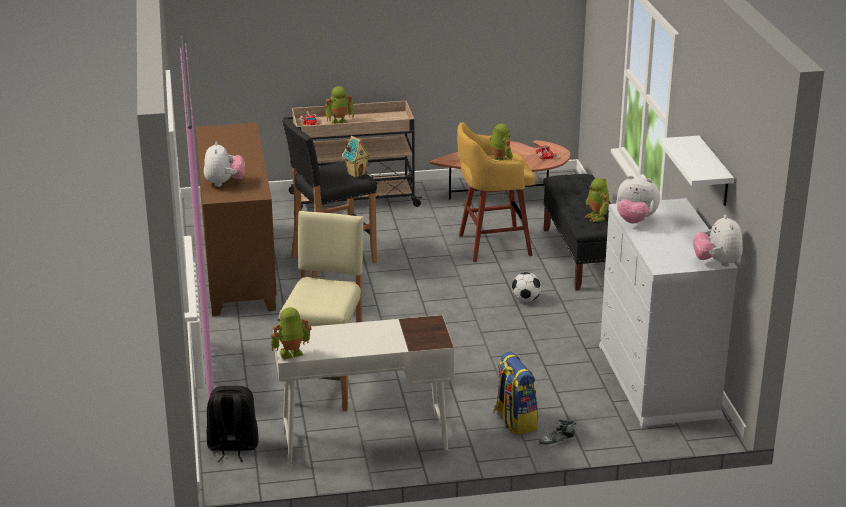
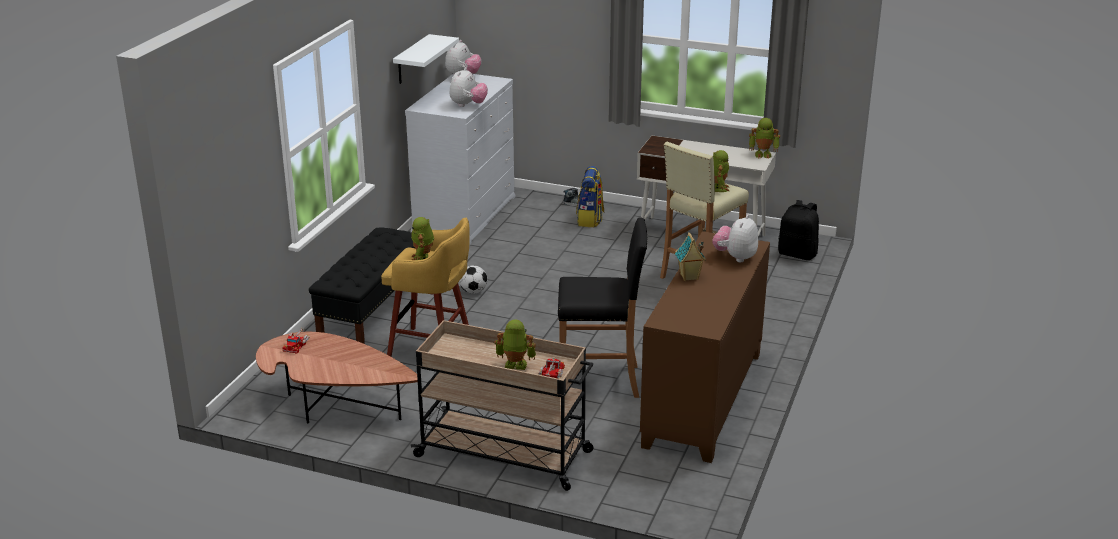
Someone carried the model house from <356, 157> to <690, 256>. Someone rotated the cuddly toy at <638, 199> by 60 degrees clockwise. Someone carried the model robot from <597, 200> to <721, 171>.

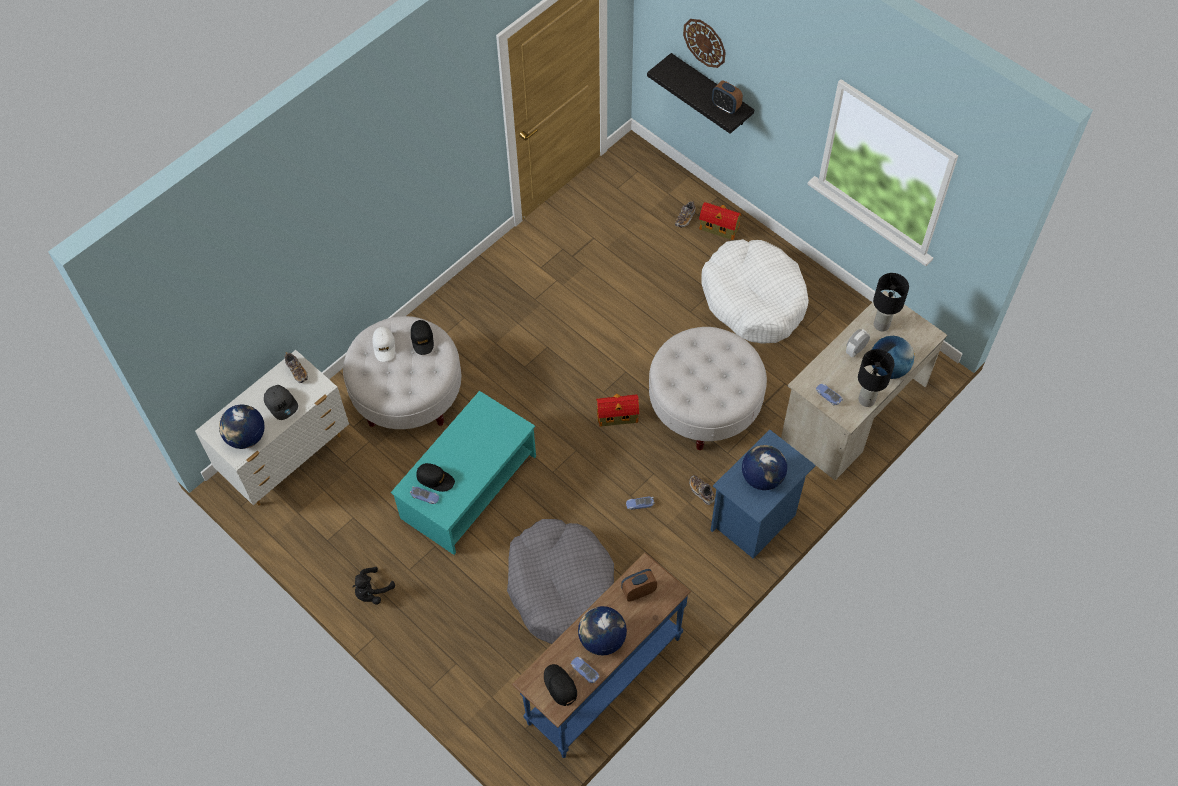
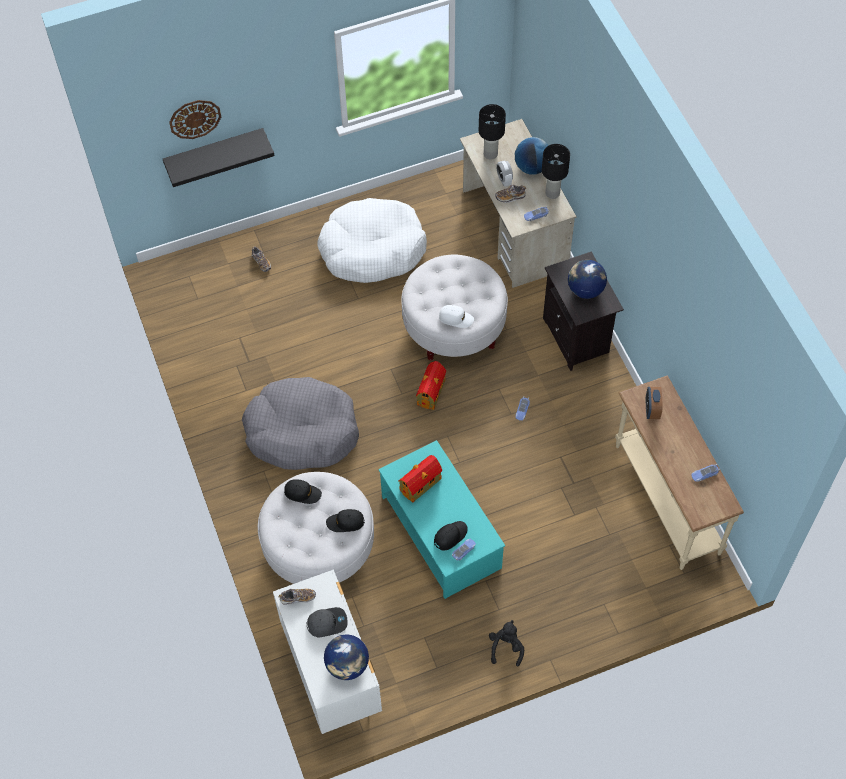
Someone took away the alarm clock at <727, 97>. Someone carried the model house from <720, 221> to <420, 479>. Someone carried the whitish cap from <383, 344> to <456, 316>. Someone repainted the blue-coloured nightstand at <763, 494>, which became the black nightstand at <583, 311>. Someone carried the item of footwear from <702, 490> to <510, 193>. Someone carried the grey dog cushion from <560, 581> to <300, 423>. Someone repainted the blue-coloured console table at <601, 655>, which became the beige console table at <679, 473>. Someone rotated the black cuddly toy at <373, 586> by 150 degrees counterclockwise. Someone took away the globe at <602, 631>. Someone carried the black cap from <560, 685> to <345, 520>.

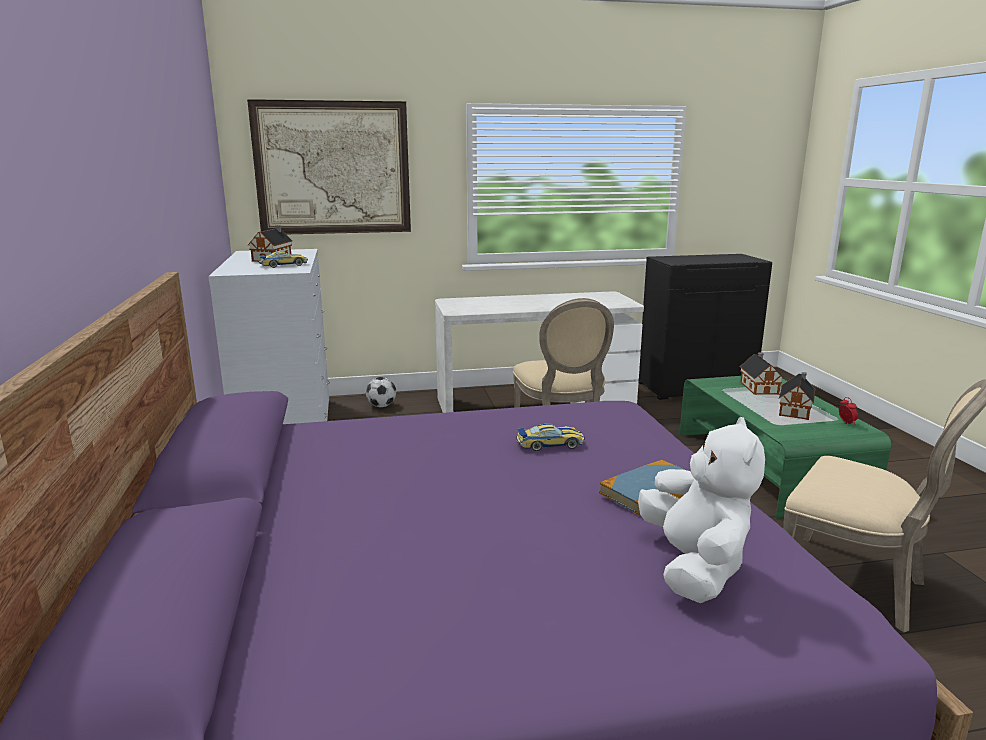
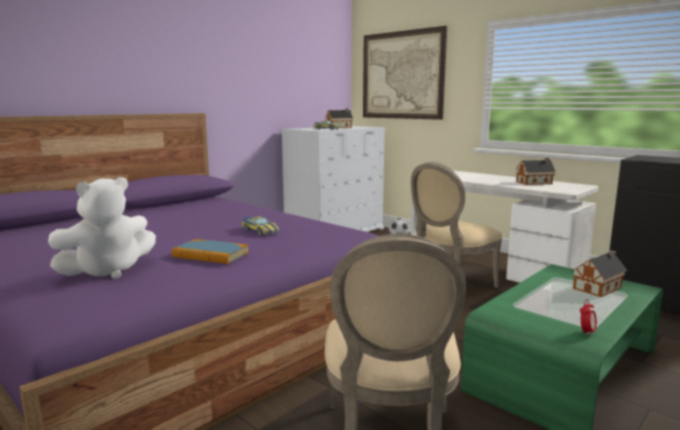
Someone carried the model house from <797, 396> to <536, 171>.

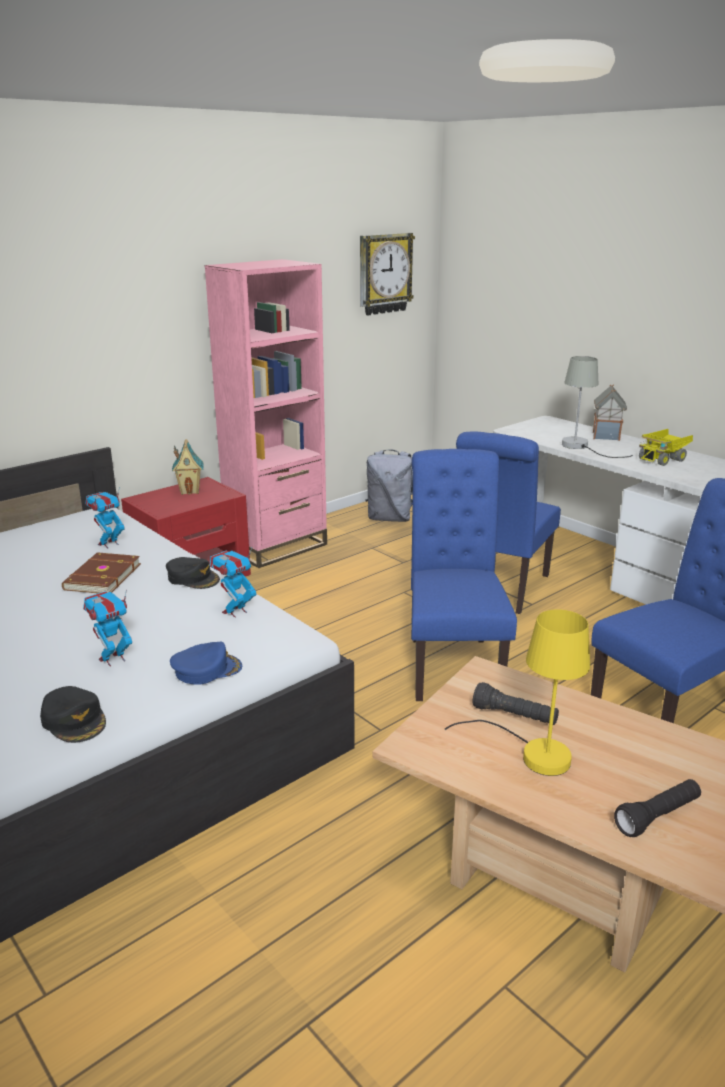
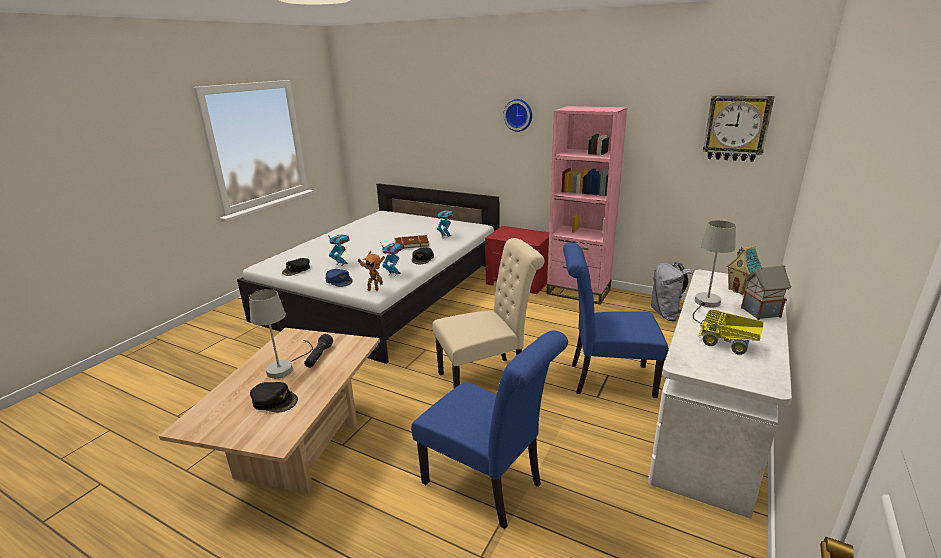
Someone carried the model house from <188, 467> to <744, 270>. Someone repainted the blue-coloured chair at <464, 575>, which became the beige chair at <488, 313>. Someone repainted the yellow table lamp at <517, 692>, which became the grey table lamp at <281, 333>. Someone took away the black torch at <657, 808>. Someone put up the wall clock at <517, 115>. Someone put down the model robot at <371, 271>. Someone put down the black cap at <274, 397>.

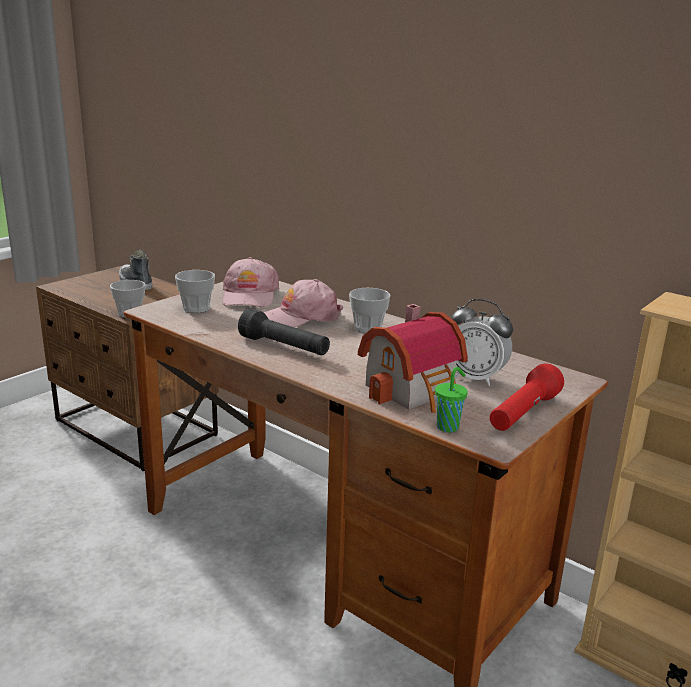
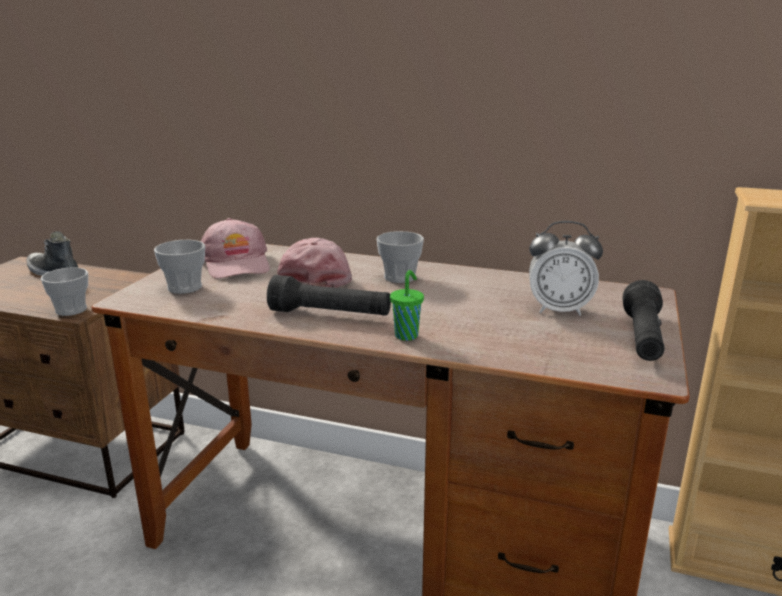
Someone rotated the pink cap at <303, 303> by 135 degrees clockwise. Someone took away the model house at <413, 358>. Someone repainted the red-coloured torch at <527, 397>, which became the black torch at <644, 320>. Someone carried the green-coloured small cup from <451, 399> to <407, 305>.

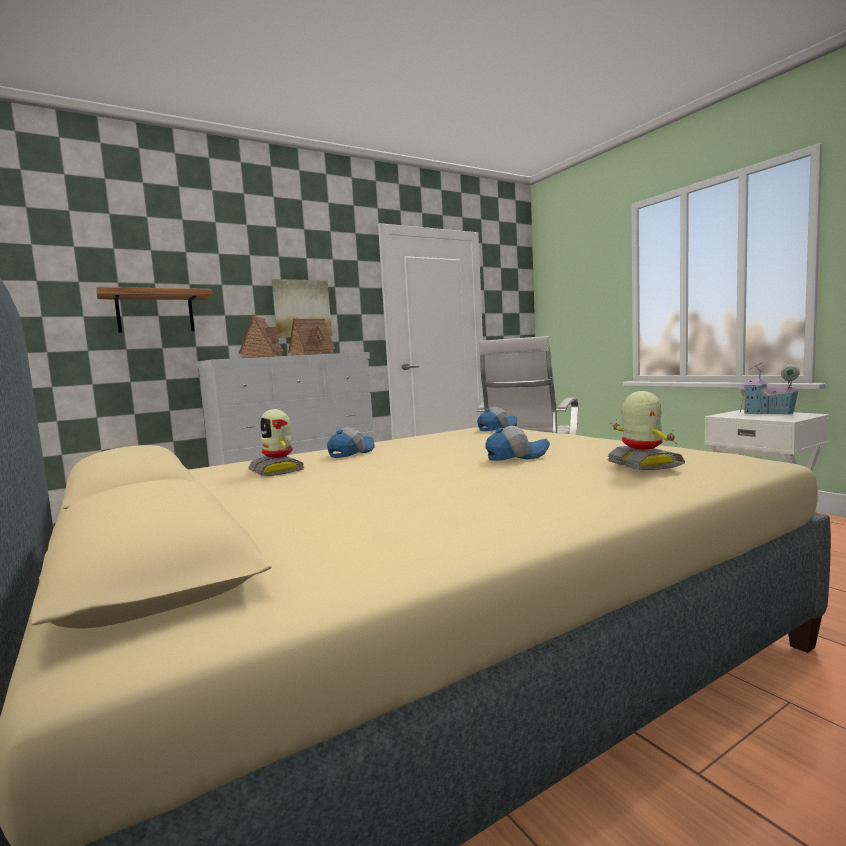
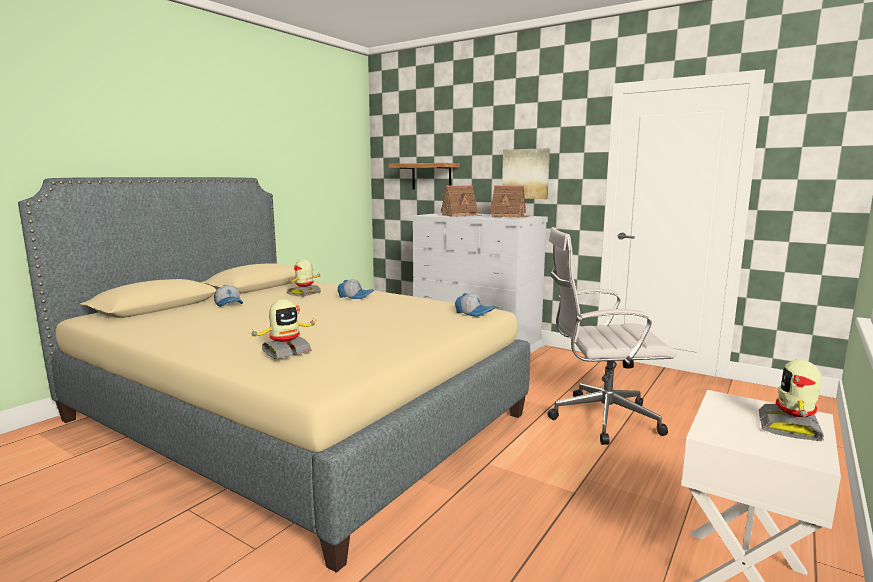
Someone swapped the model house at <770, 388> for the model robot at <791, 400>. Someone carried the cap from <517, 443> to <228, 296>.

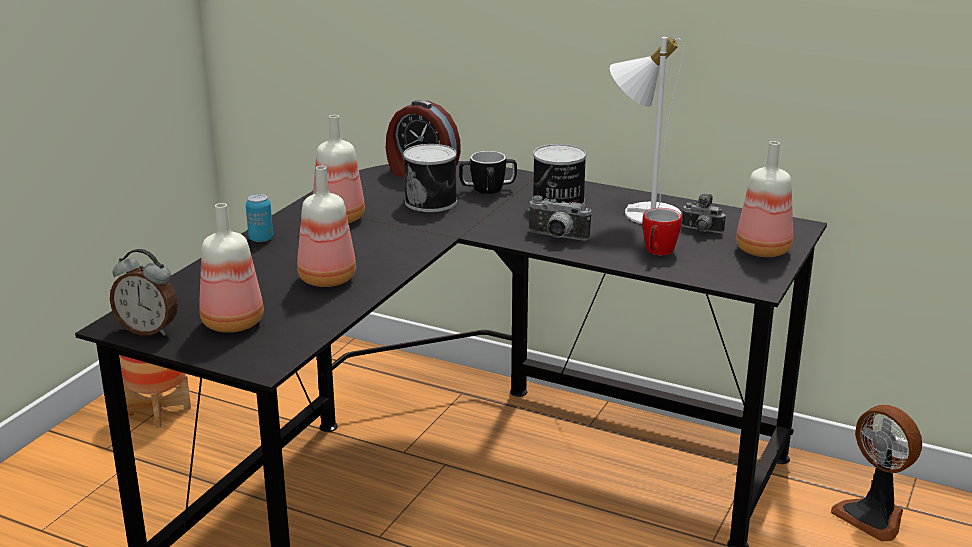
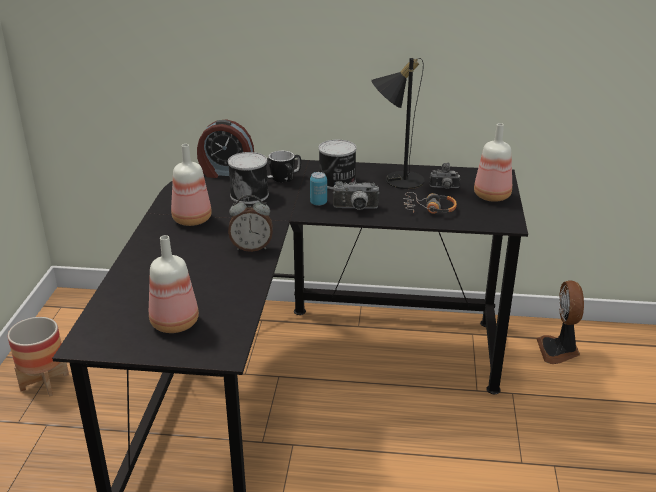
Someone repainted the whitish table lamp at <647, 130>, which became the black table lamp at <397, 123>. Someone took away the beverage bottle at <326, 226>. Someone carried the can from <259, 218> to <318, 189>. Someone swapped the tea mug at <662, 231> for the pair of headphones at <430, 203>. Someone carried the alarm clock from <144, 292> to <250, 223>. Someone rotated the cooling fan at <876, 473> by 60 degrees clockwise.

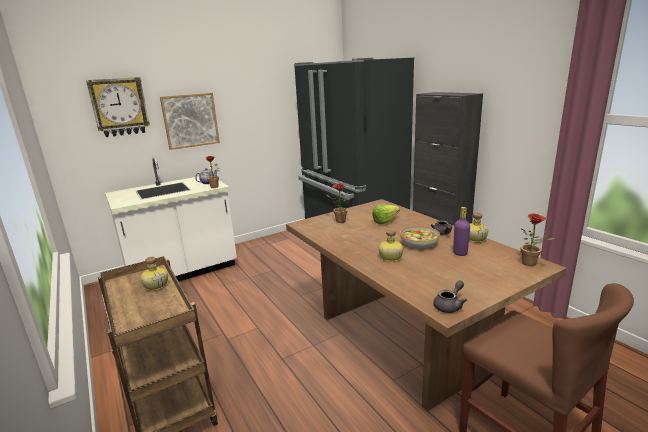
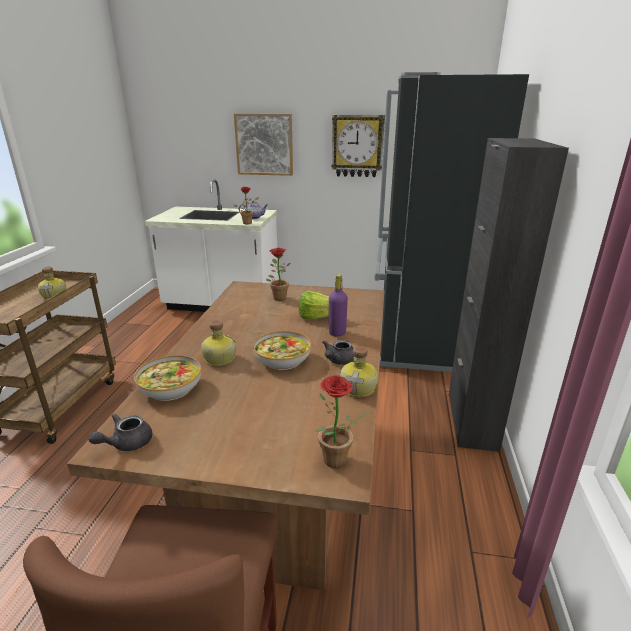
Someone carried the wall clock from <118, 107> to <358, 146>. Someone carried the purplish beverage bottle from <461, 231> to <338, 305>. Someone rotated the grey pot for tea at <450, 296> by 135 degrees clockwise. Someone put down the bowl at <167, 378>.

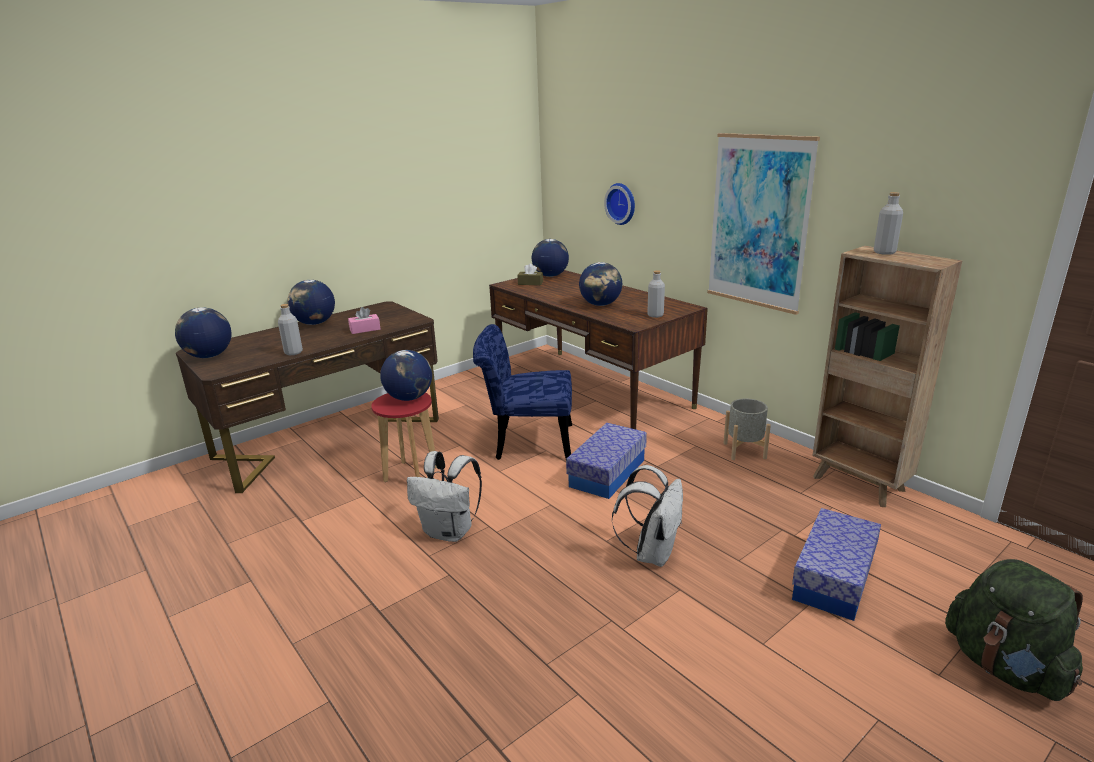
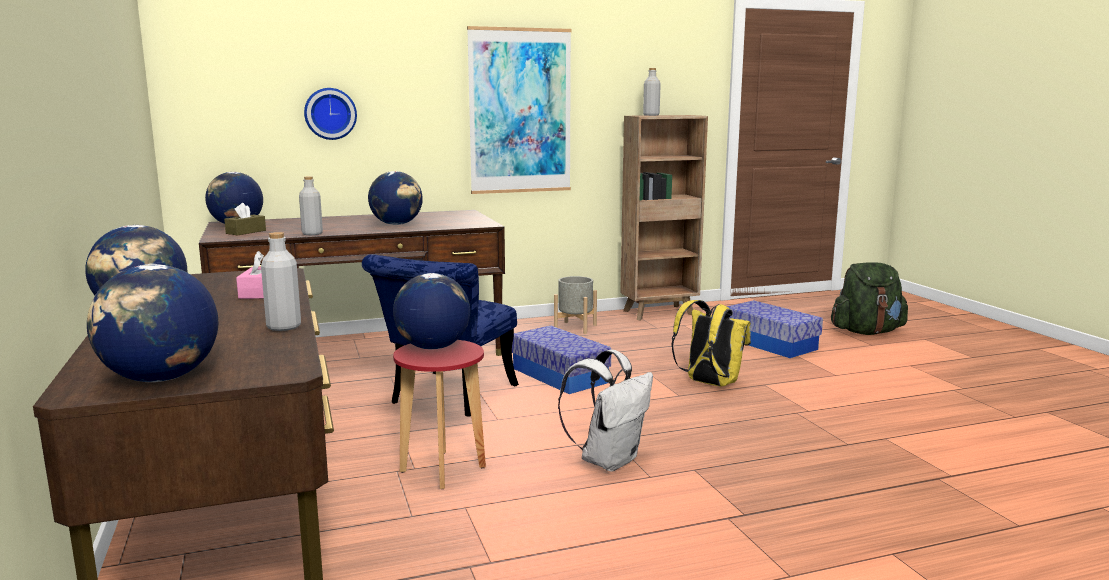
Someone carried the grey beverage bottle from <656, 294> to <311, 205>. Someone repainted the whitish rucksack at <647, 516>, which became the yellow rucksack at <711, 343>.

